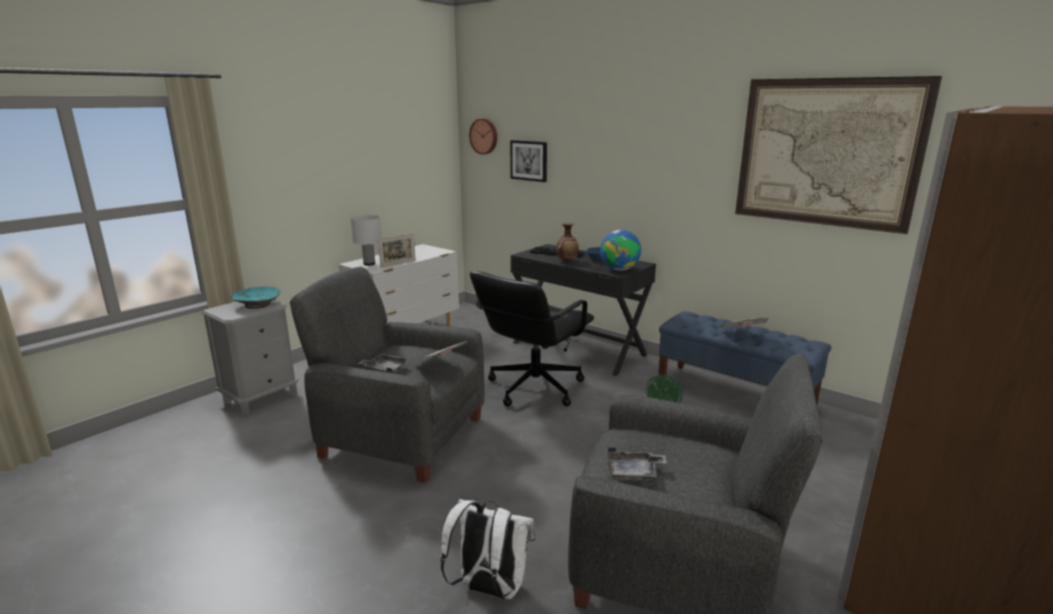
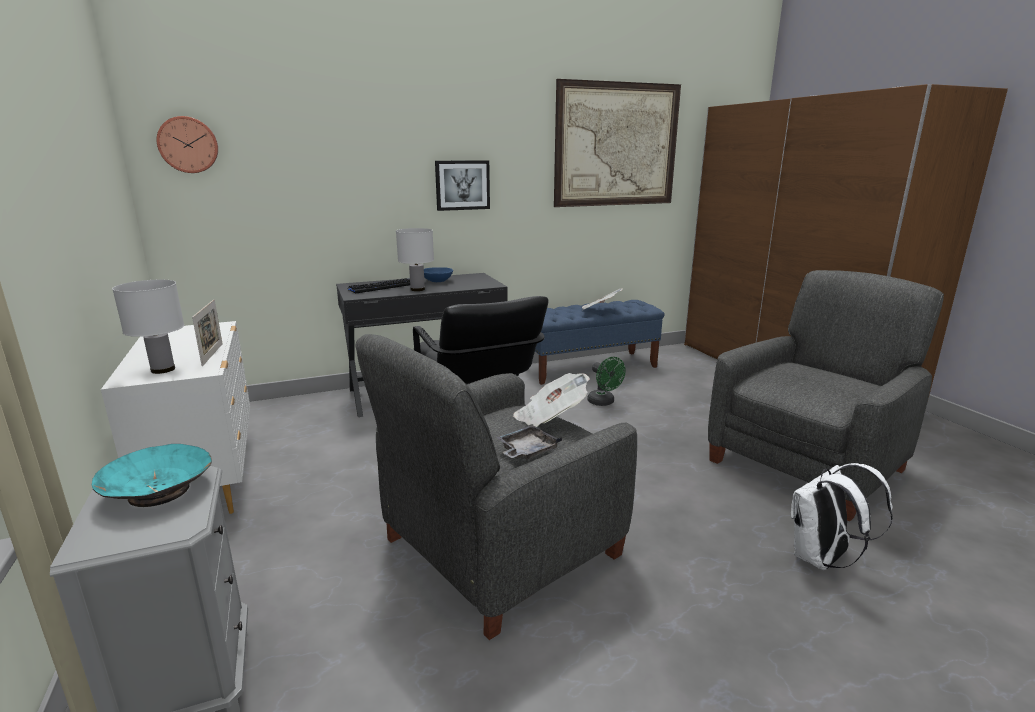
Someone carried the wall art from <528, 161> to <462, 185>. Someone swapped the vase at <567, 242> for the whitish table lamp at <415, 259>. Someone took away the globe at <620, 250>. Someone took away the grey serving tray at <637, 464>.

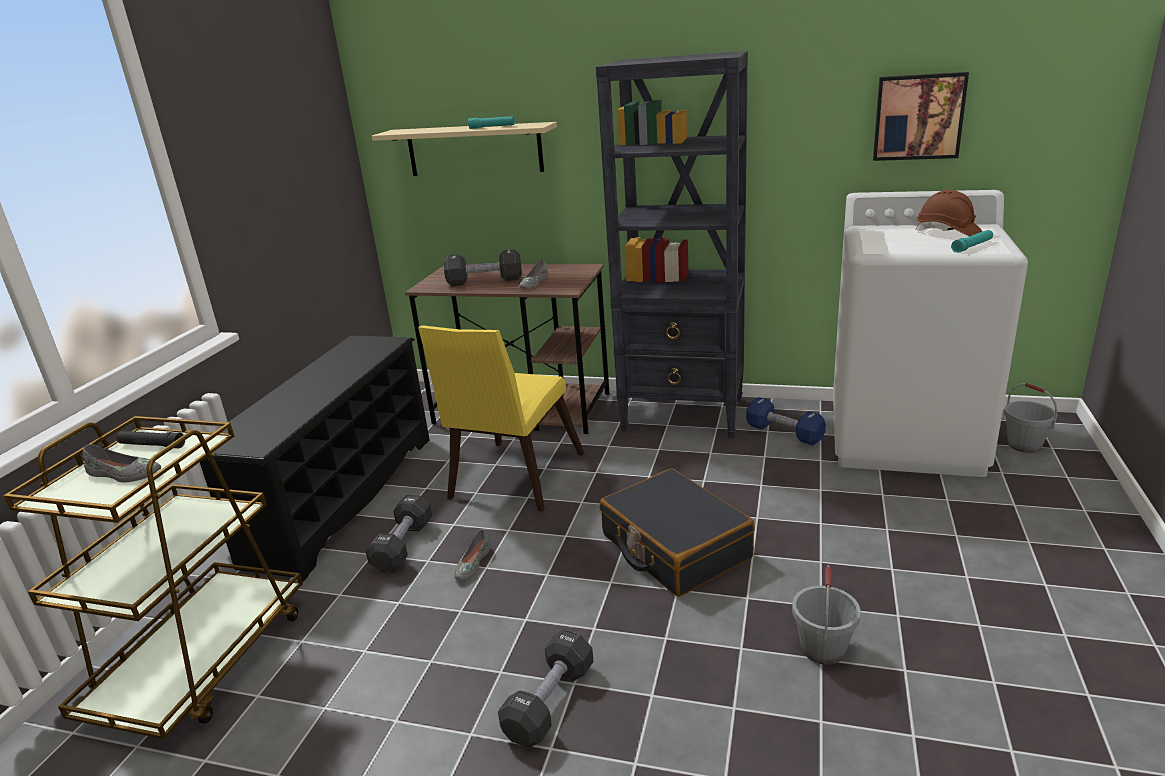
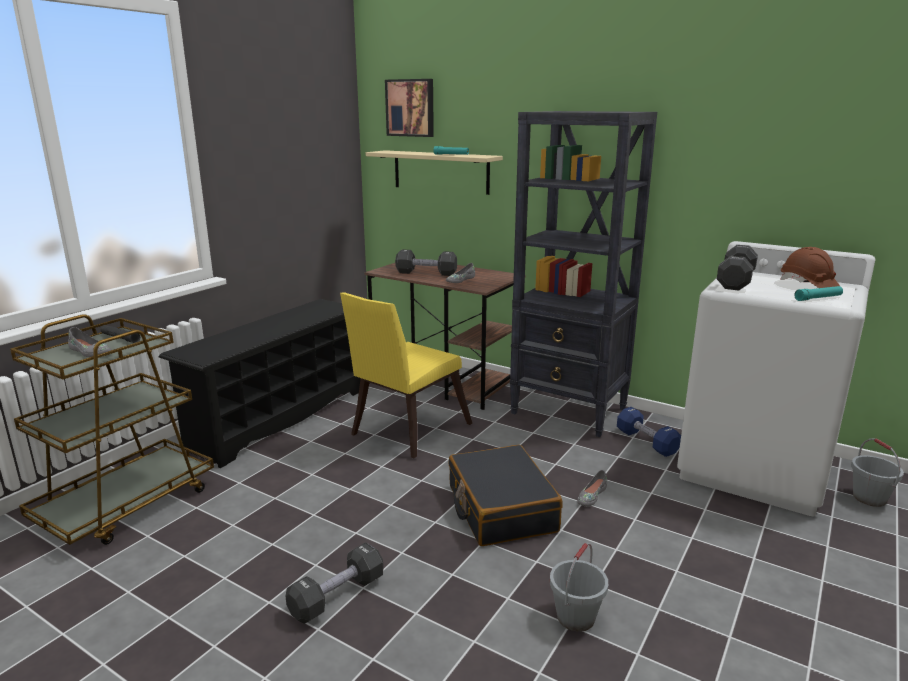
Someone carried the wall art from <921, 116> to <409, 108>. Someone carried the black hand weight from <399, 534> to <737, 268>. Someone carried the grey item of footwear from <472, 555> to <592, 488>.

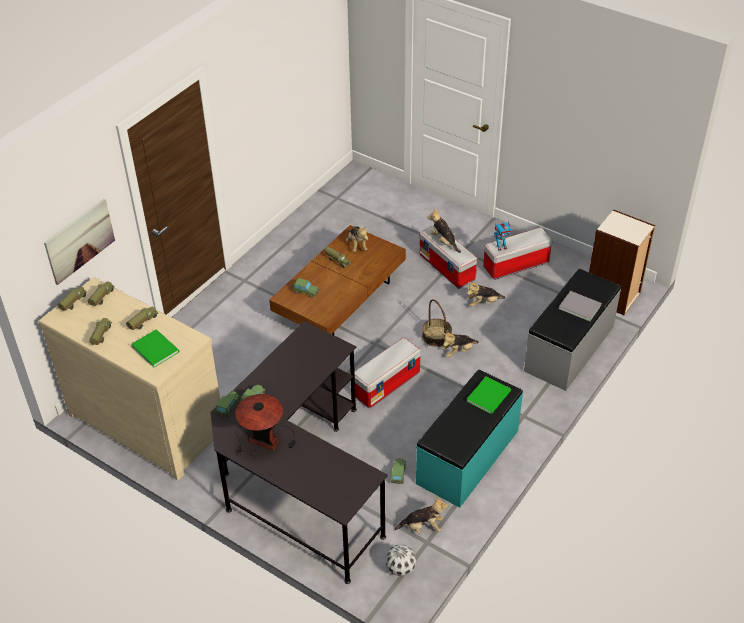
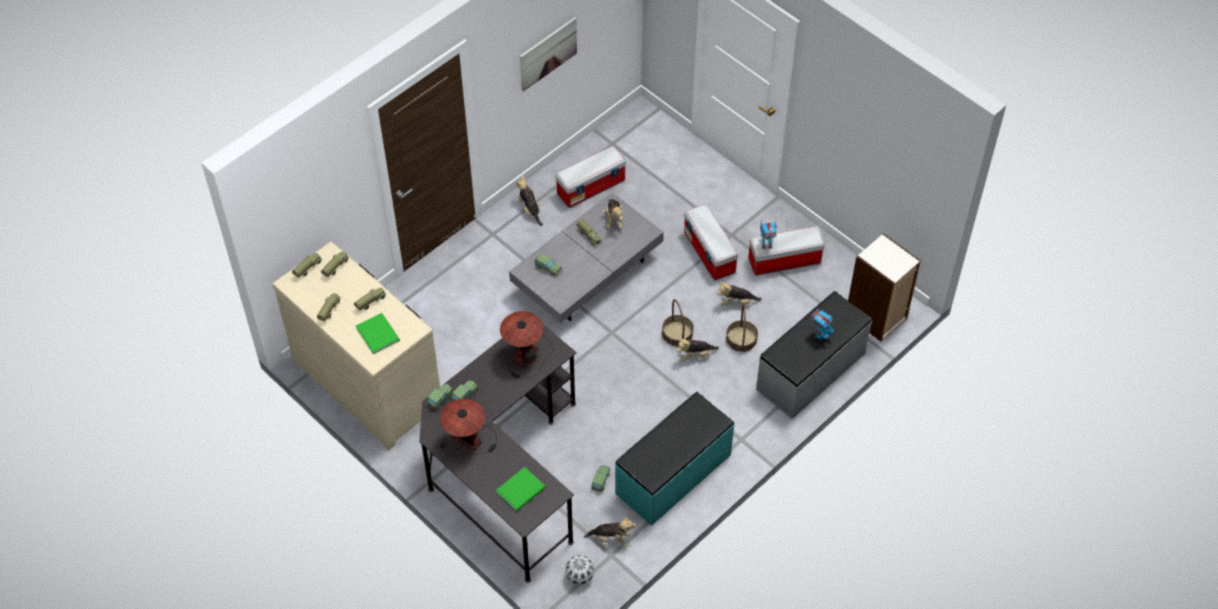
Someone carried the wall art from <79, 242> to <548, 54>. Someone carried the cuddly toy from <444, 230> to <529, 200>. Someone repainted the brown low table at <337, 280>, which became the grey low table at <586, 257>. Someone swapped the grey volume at <580, 306> for the model robot at <822, 325>. Someone carried the storage box from <388, 373> to <591, 177>. Someone carried the green-coloured volume from <488, 395> to <521, 489>. Someone put down the household basket at <742, 328>. Someone put down the table lamp at <526, 344>.

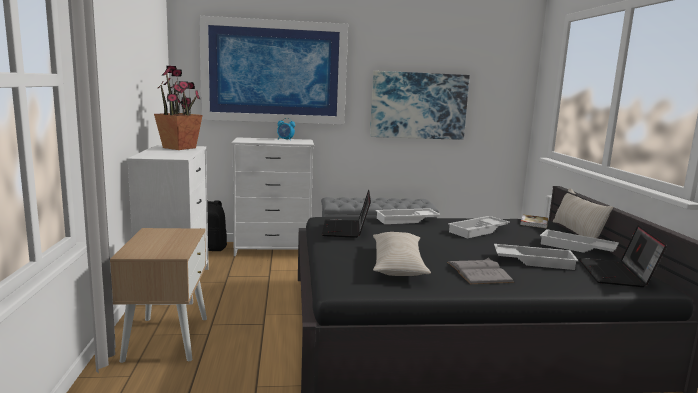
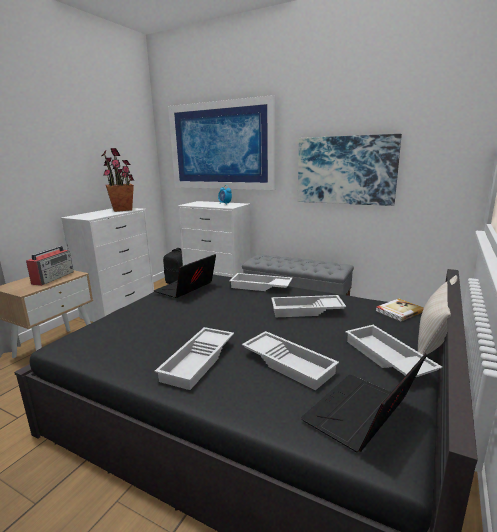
Someone took away the beige pillow at <402, 254>. Someone swapped the grey volume at <480, 271> for the whitish serving tray at <194, 358>. Someone put down the radio receiver at <50, 265>.

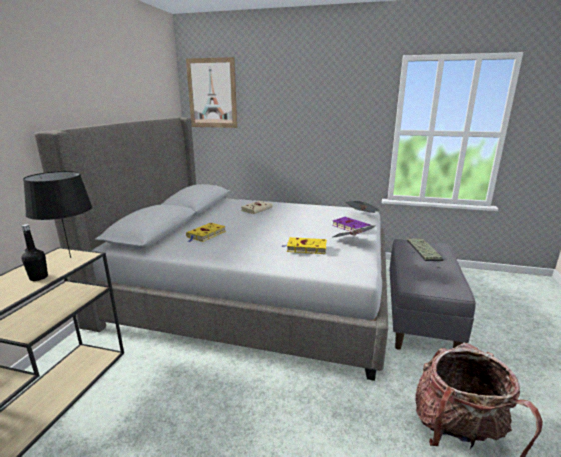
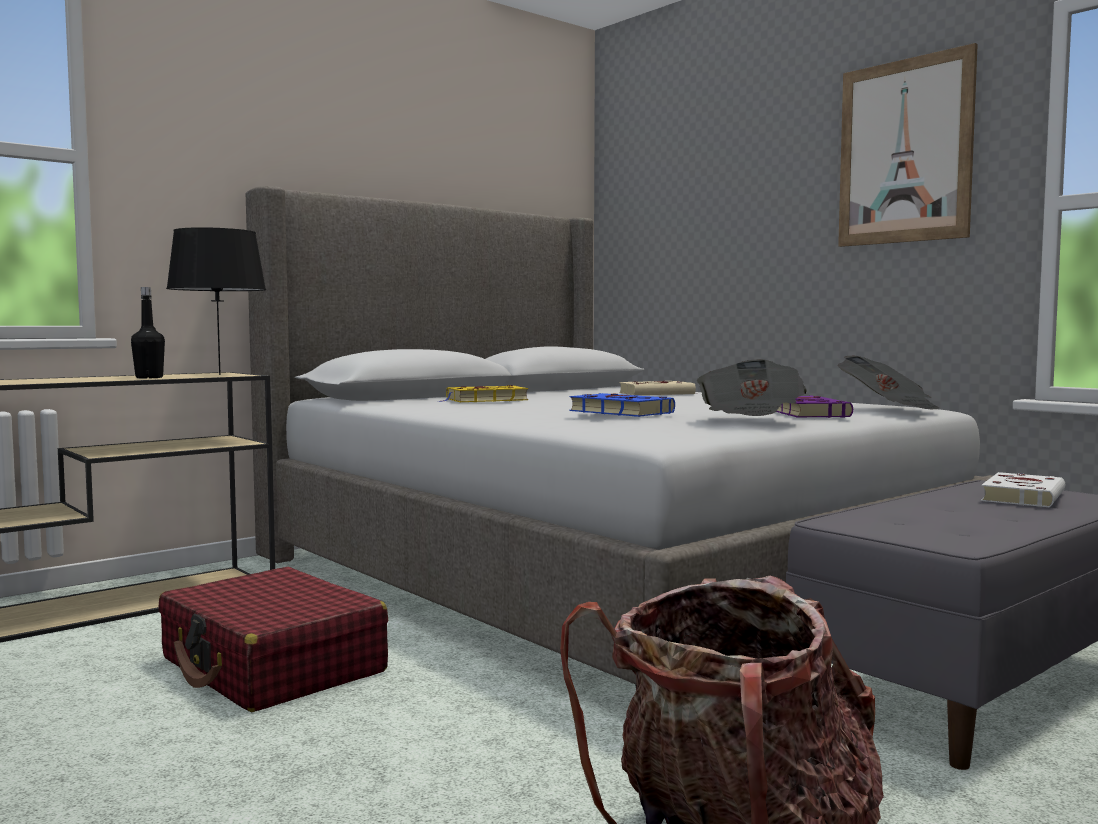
Someone carried the wall art from <211, 92> to <908, 145>. Someone repainted the yellow volume at <304, 245>, which became the blue-coloured volume at <622, 405>. Someone swapped the keyboard at <425, 250> for the whitish volume at <1023, 489>. Someone put down the red-coloured suitcase at <273, 639>.

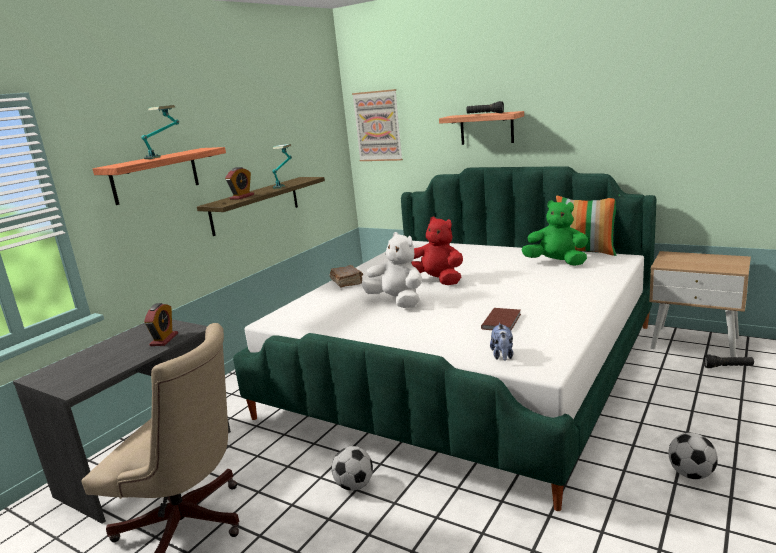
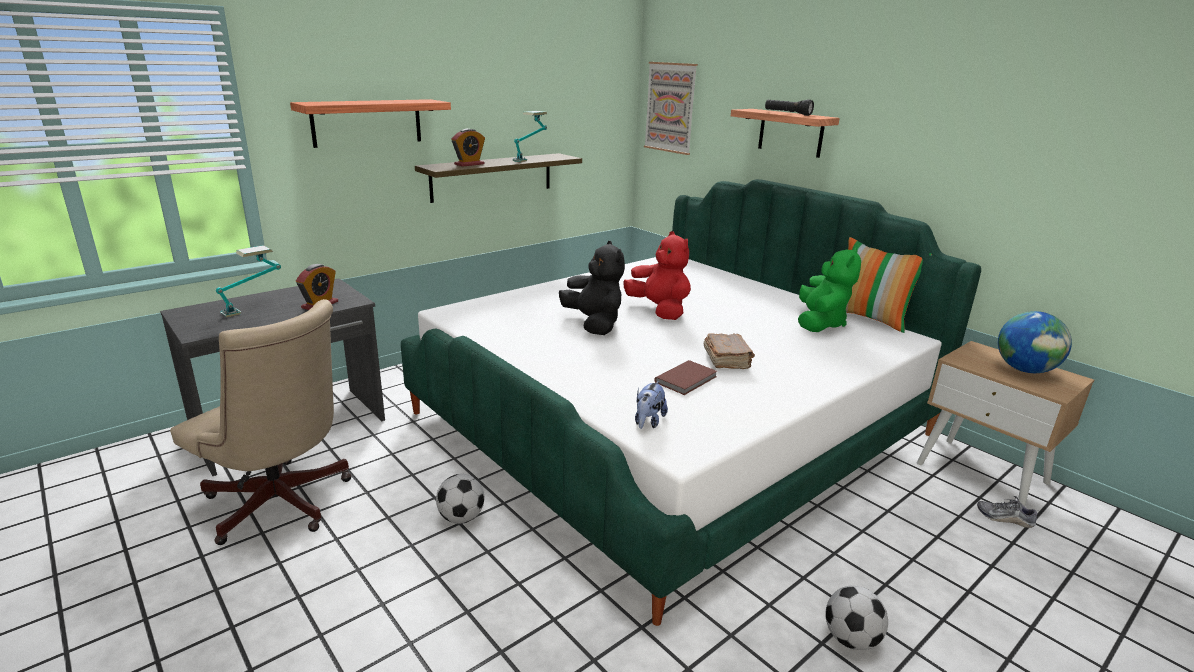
Someone carried the table lamp from <160, 132> to <248, 281>. Someone rotated the green-coloured cuddly toy at <554, 233> by 60 degrees clockwise. Someone repainted the whitish cuddly toy at <392, 270>, which became the black cuddly toy at <592, 288>. Someone carried the brown volume from <346, 276> to <729, 351>. Someone swapped the black torch at <729, 361> for the item of footwear at <1007, 512>. Someone put down the globe at <1035, 342>.

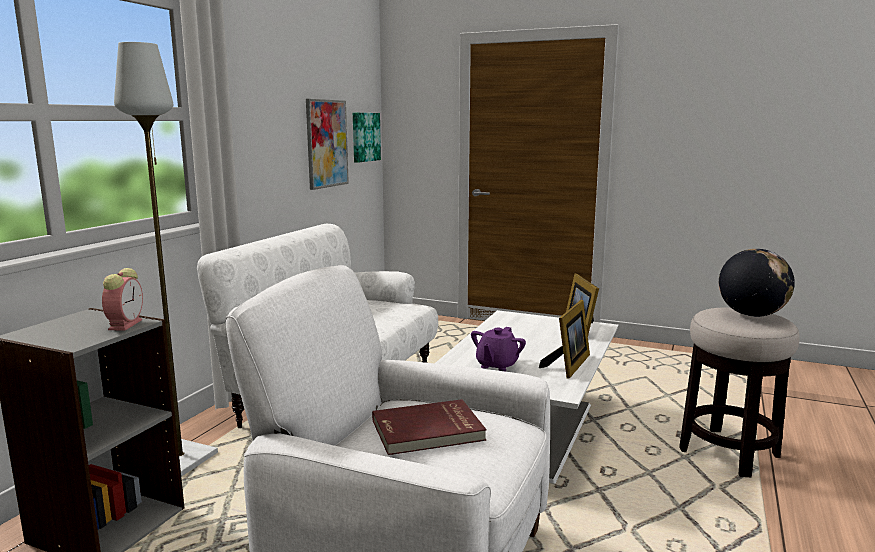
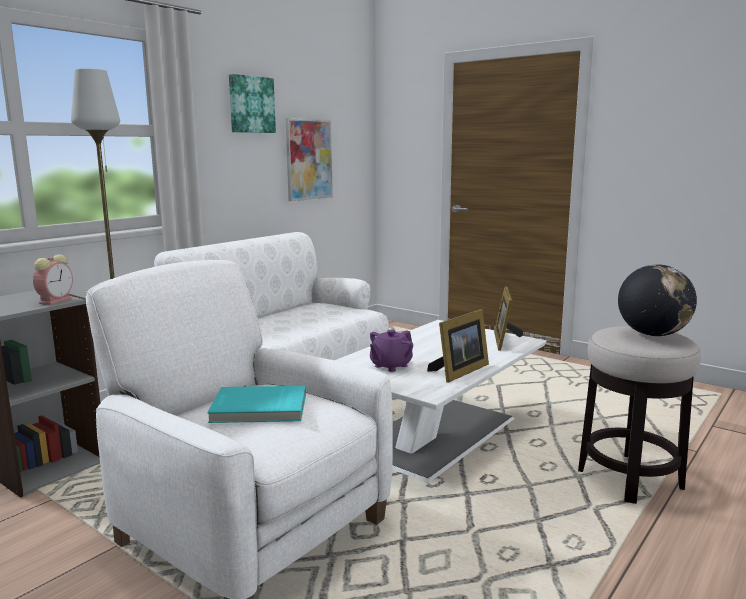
Someone carried the wall art from <367, 138> to <252, 103>. Someone repainted the red-coloured volume at <429, 427>, which became the blue-green volume at <256, 404>.

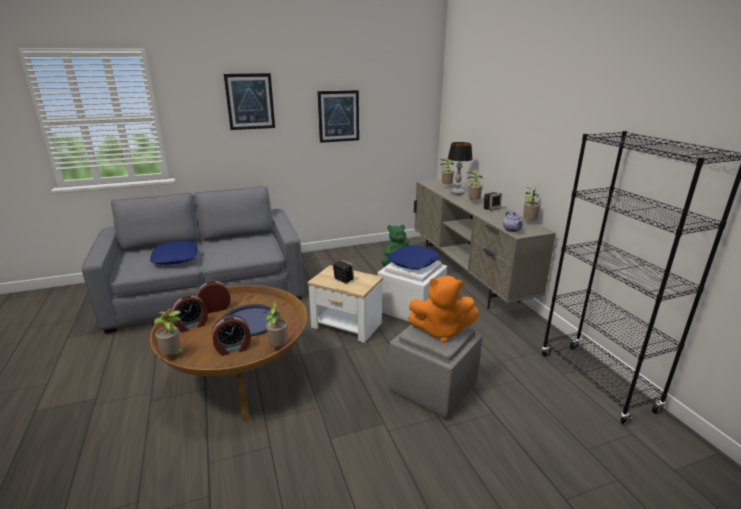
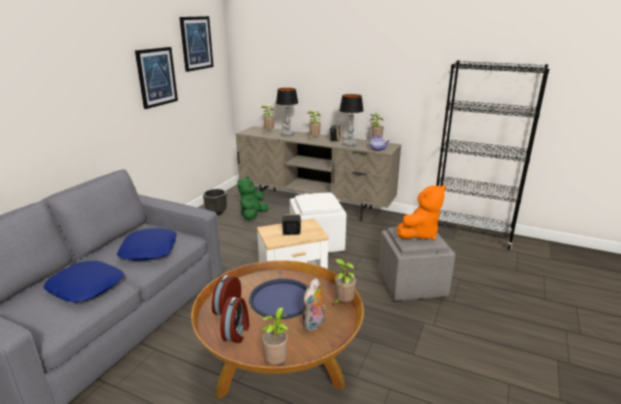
Someone carried the wall art from <249, 101> to <196, 44>. Someone carried the blue-coloured pillow from <413, 257> to <147, 244>. Someone swapped the alarm clock at <231, 335> for the cuddly toy at <314, 305>. Someone put down the table lamp at <351, 120>. Someone put down the black planter at <215, 202>.

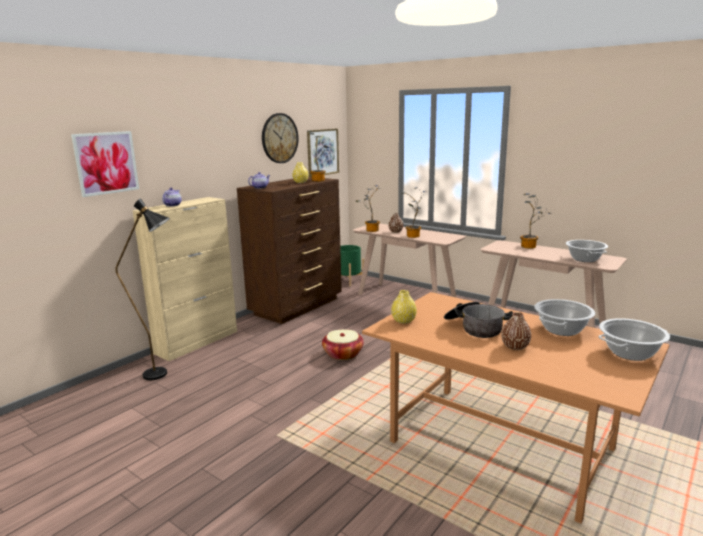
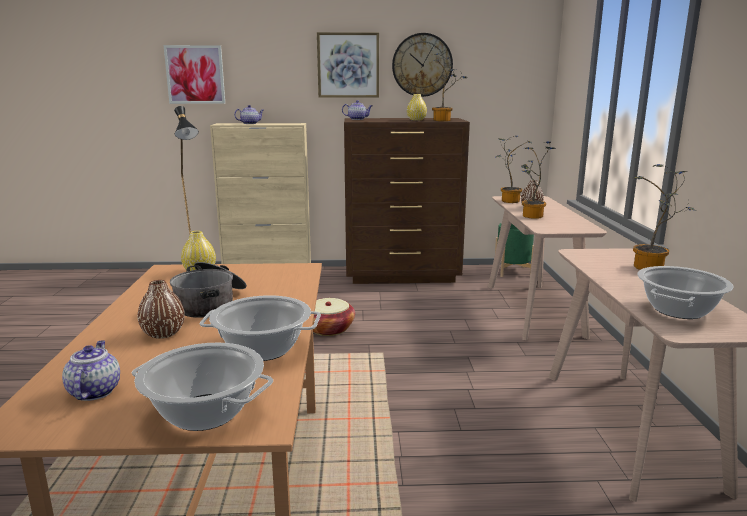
Someone carried the wall art from <323, 152> to <348, 65>. Someone put down the pot for tea at <91, 371>.

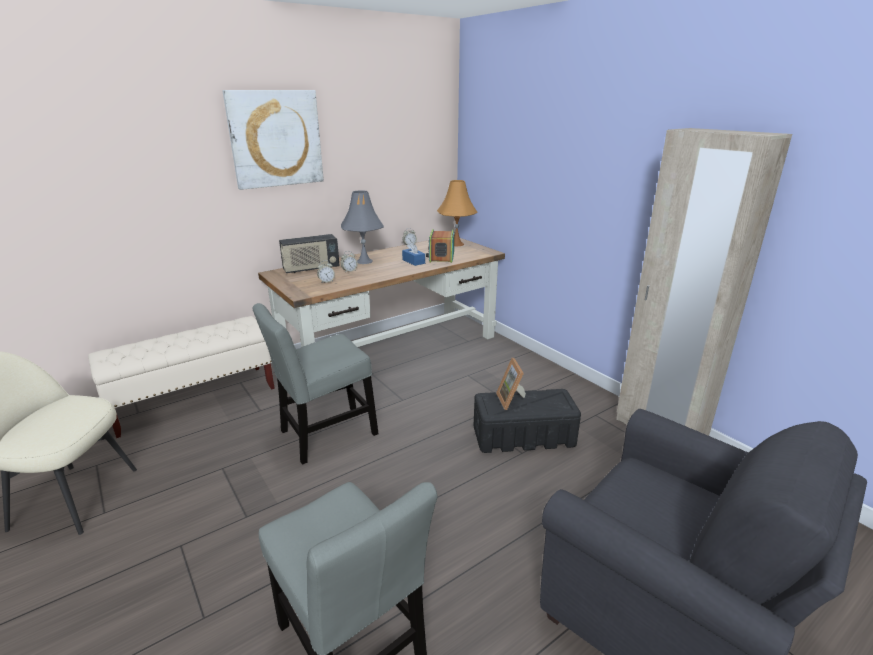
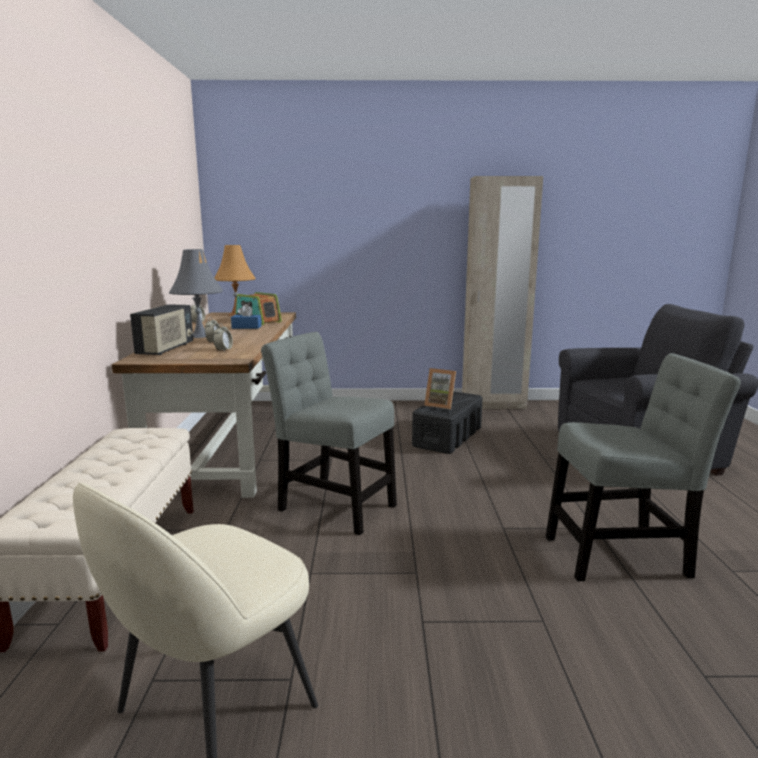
Someone took away the wall art at <273, 140>. Someone rotated the grey chair at <315, 384> by 120 degrees clockwise.

